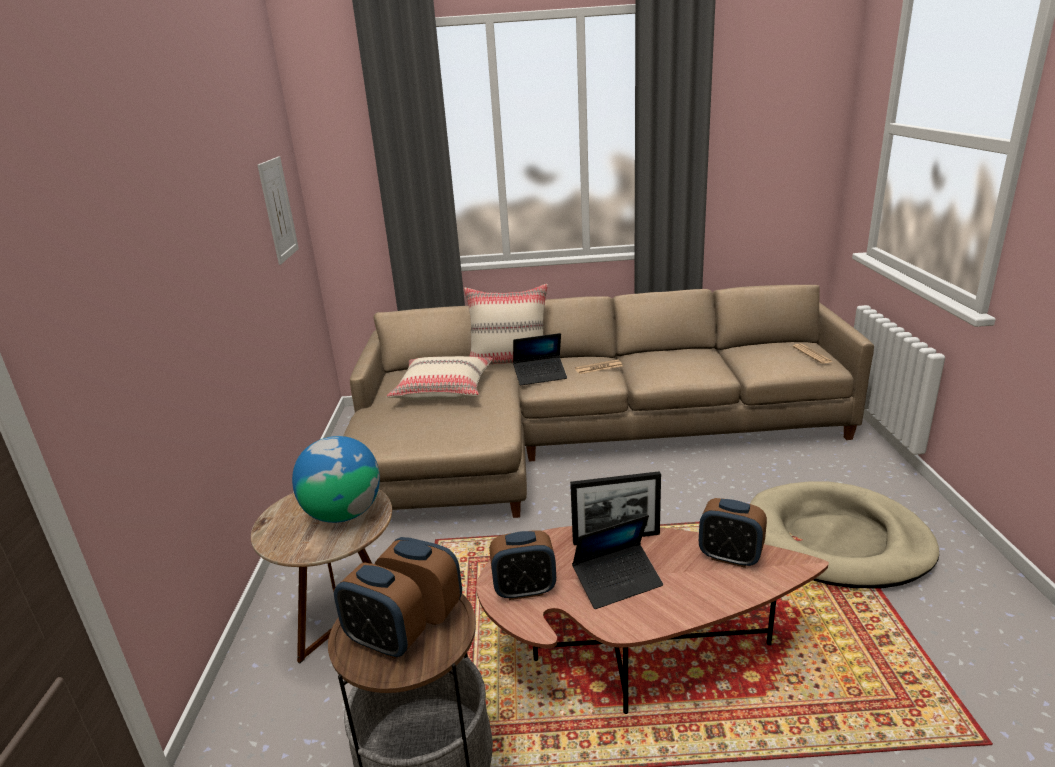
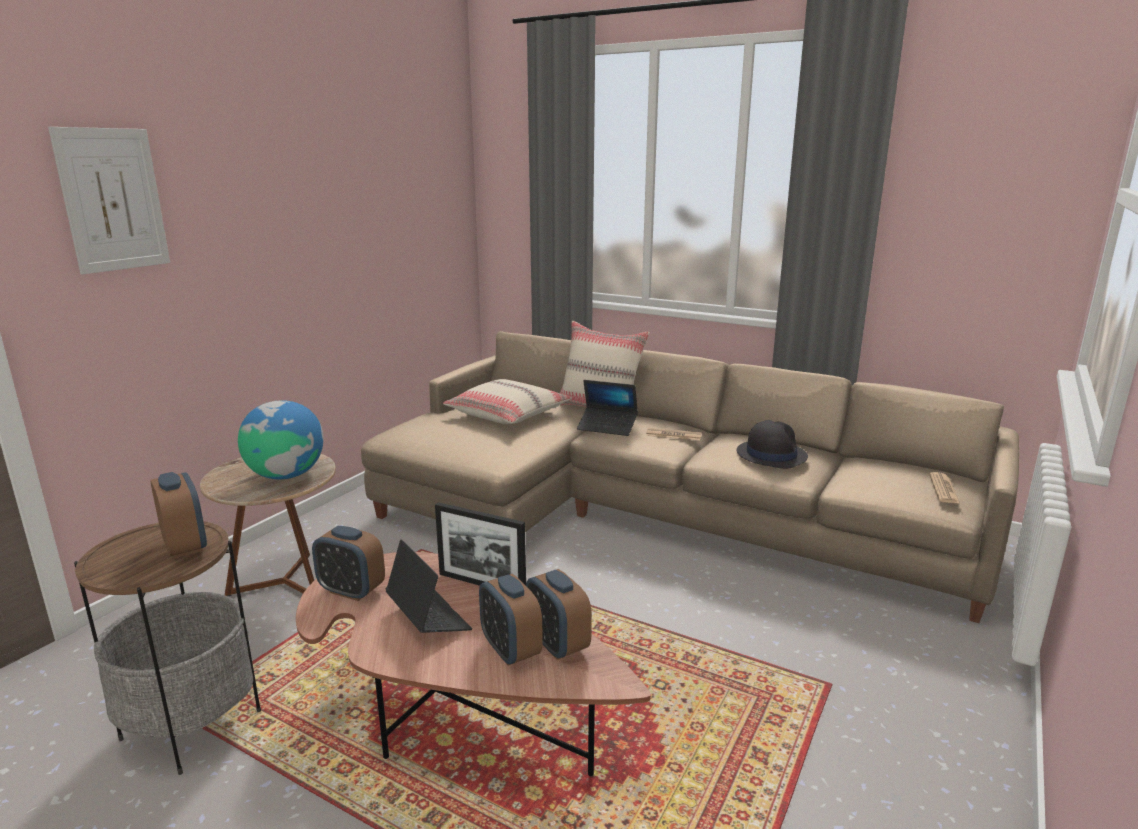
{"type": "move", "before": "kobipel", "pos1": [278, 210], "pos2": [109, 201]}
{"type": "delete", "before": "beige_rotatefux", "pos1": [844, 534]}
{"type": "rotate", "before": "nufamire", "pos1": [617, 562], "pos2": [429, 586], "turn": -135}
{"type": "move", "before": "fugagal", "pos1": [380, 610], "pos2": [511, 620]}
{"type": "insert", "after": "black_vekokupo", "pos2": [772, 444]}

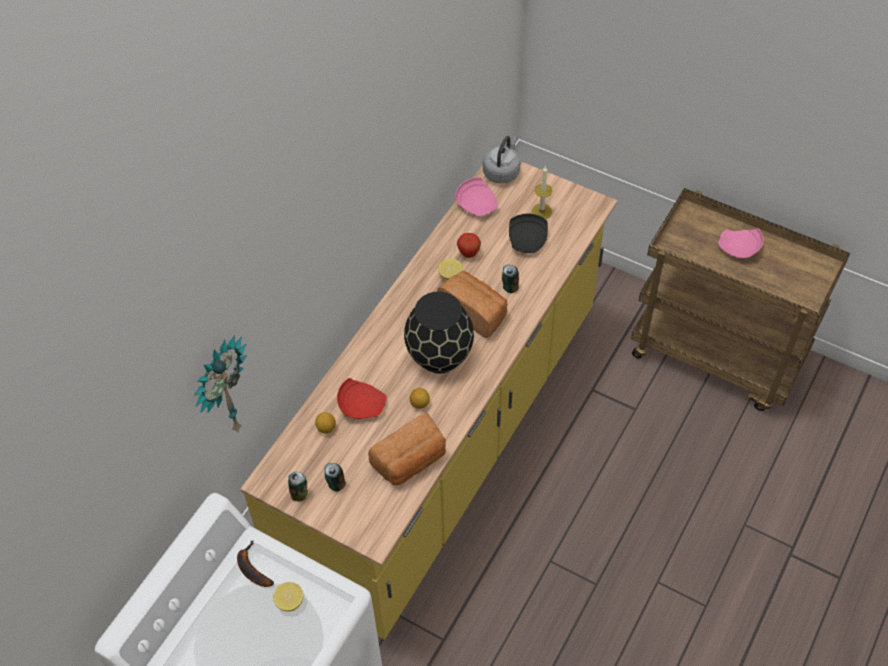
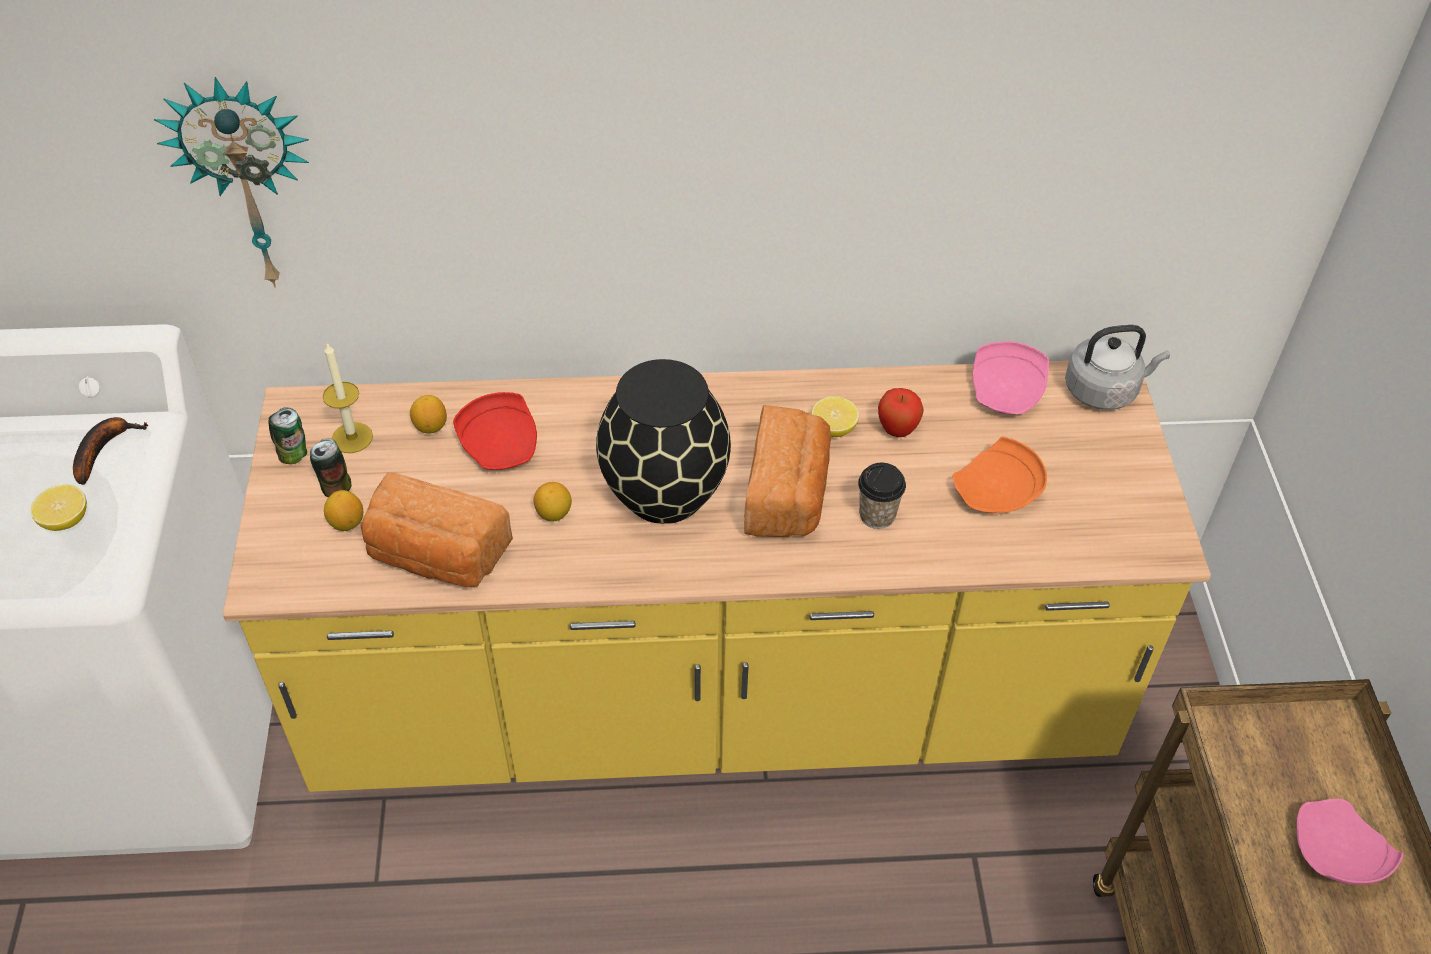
{"type": "move", "before": "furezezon", "pos1": [542, 192], "pos2": [348, 398]}
{"type": "recolor", "before": "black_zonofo", "after": "orange_zonofo", "pos1": [528, 233], "pos2": [1000, 475]}
{"type": "replace", "before": "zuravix", "after": "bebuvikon", "pos1": [510, 278], "pos2": [882, 496]}
{"type": "insert", "after": "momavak", "pos2": [343, 510]}

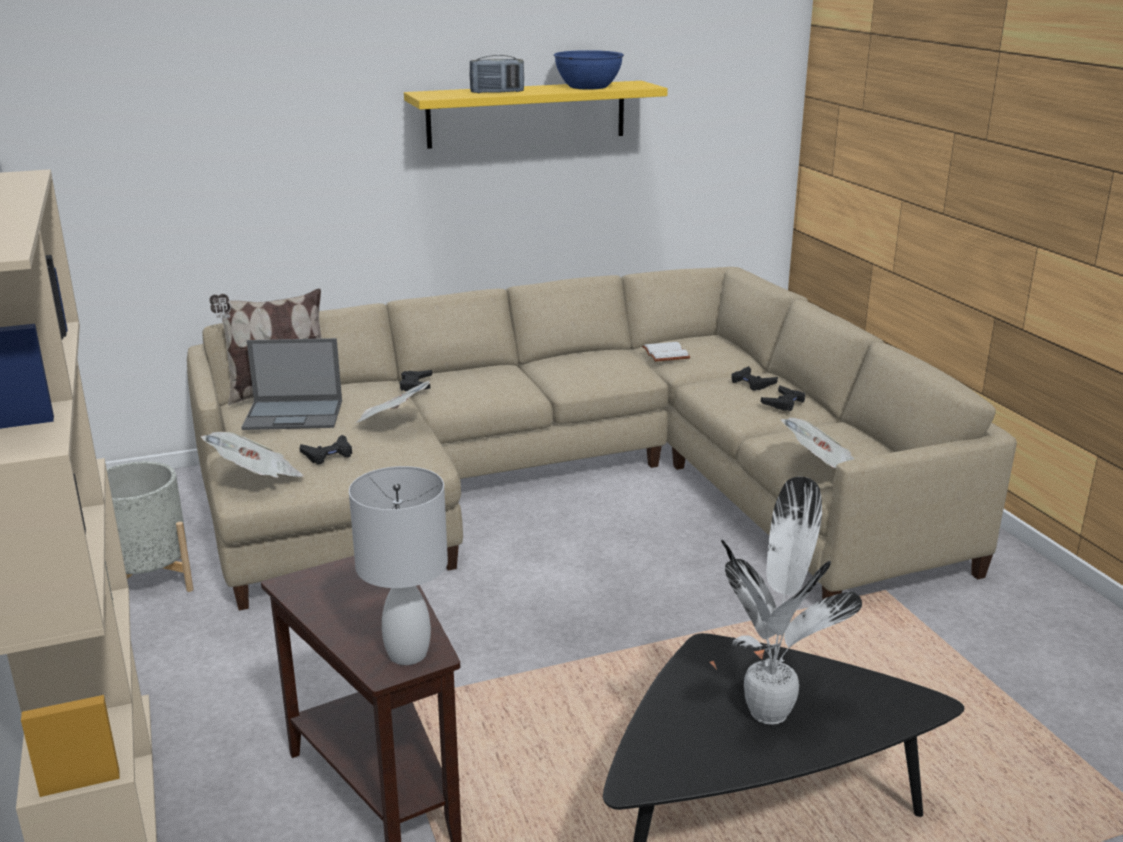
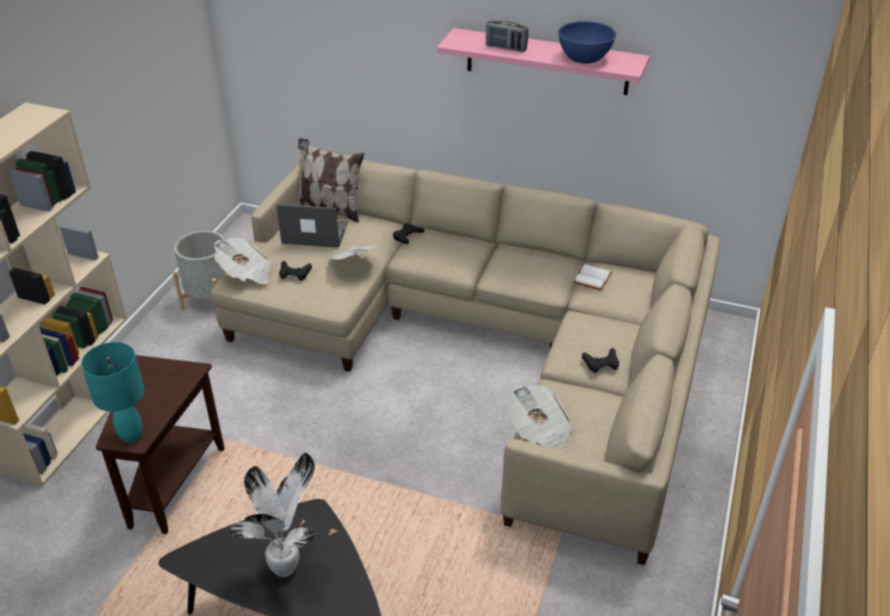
{"type": "recolor", "before": "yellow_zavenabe", "after": "pink_zavenabe", "pos1": [536, 115], "pos2": [543, 61]}
{"type": "rotate", "before": "nufamire", "pos1": [291, 384], "pos2": [312, 225], "turn": 150}
{"type": "delete", "before": "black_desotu", "pos1": [754, 378]}
{"type": "recolor", "before": "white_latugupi", "after": "turquoise_latugupi", "pos1": [398, 565], "pos2": [113, 392]}

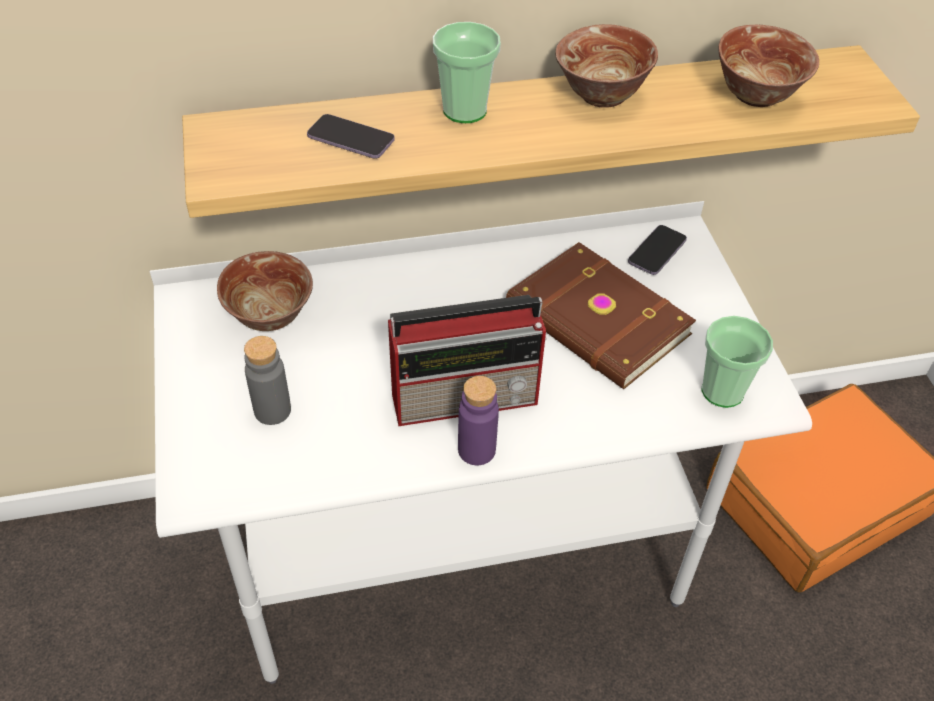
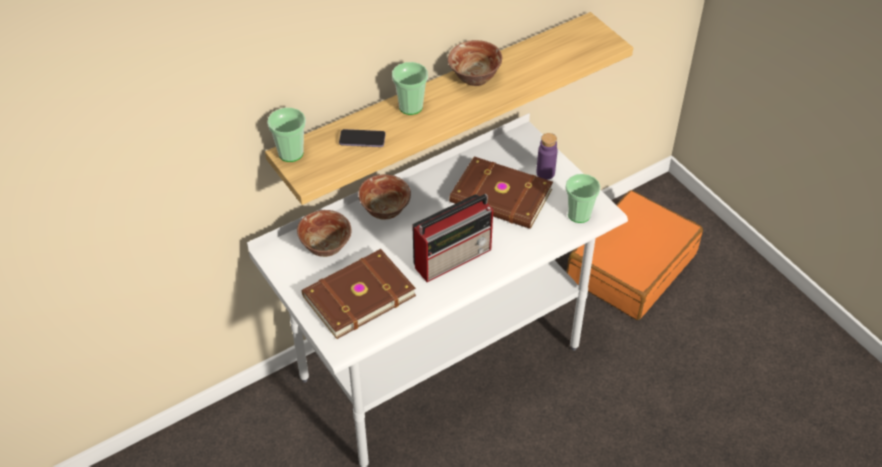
{"type": "move", "before": "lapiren", "pos1": [768, 65], "pos2": [384, 197]}
{"type": "delete", "before": "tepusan", "pos1": [657, 250]}
{"type": "replace", "before": "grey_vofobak", "after": "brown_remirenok", "pos1": [267, 380], "pos2": [359, 294]}
{"type": "move", "before": "purple_vofobak", "pos1": [478, 420], "pos2": [547, 156]}
{"type": "insert", "after": "bebuvikon", "pos2": [286, 135]}

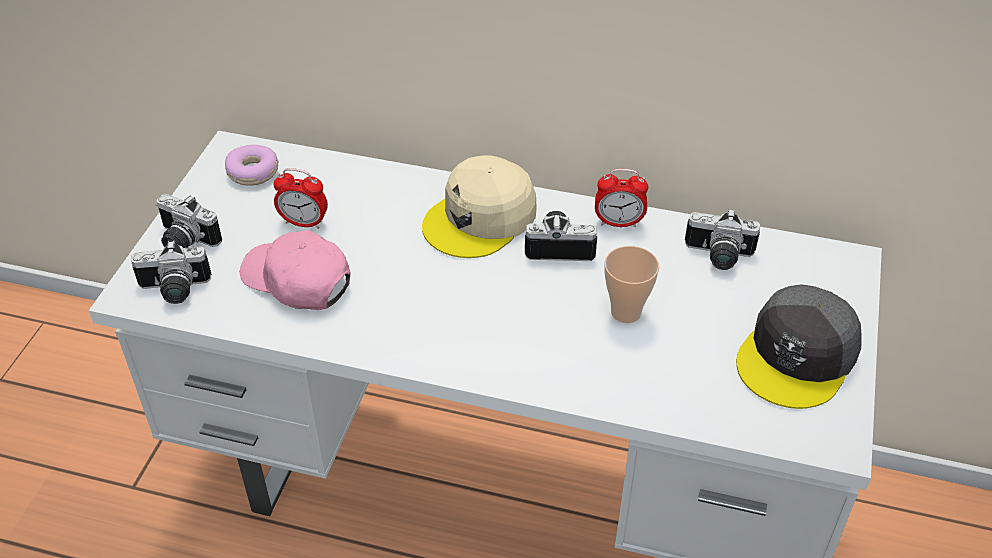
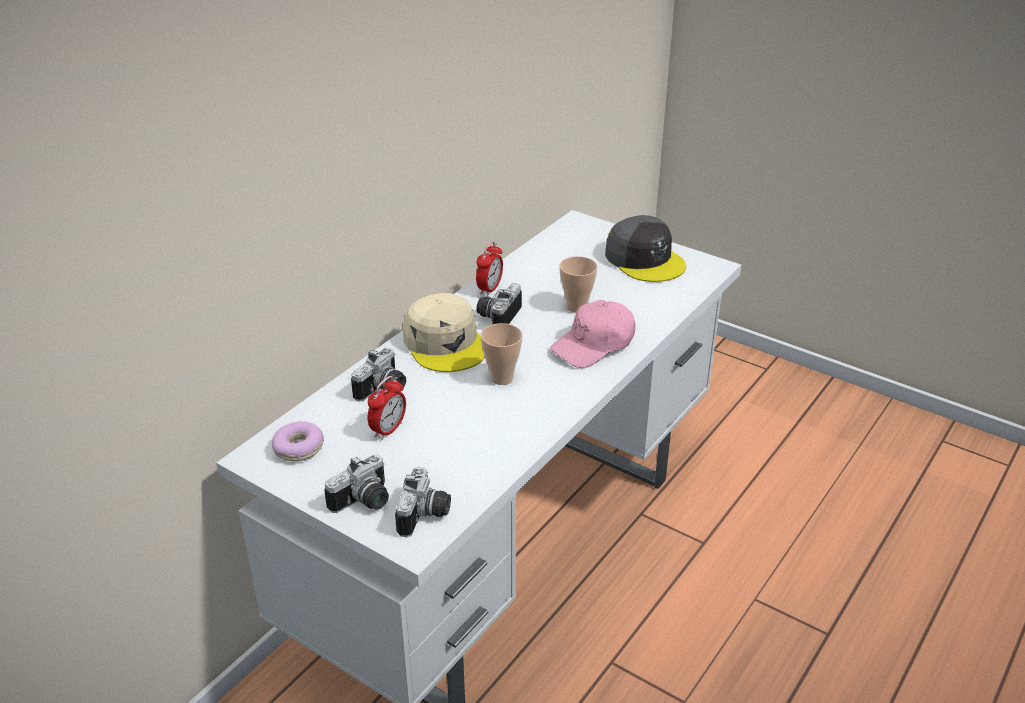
{"type": "move", "before": "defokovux", "pos1": [722, 239], "pos2": [378, 374]}
{"type": "move", "before": "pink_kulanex", "pos1": [295, 270], "pos2": [593, 334]}
{"type": "insert", "after": "bebuvikon", "pos2": [502, 354]}

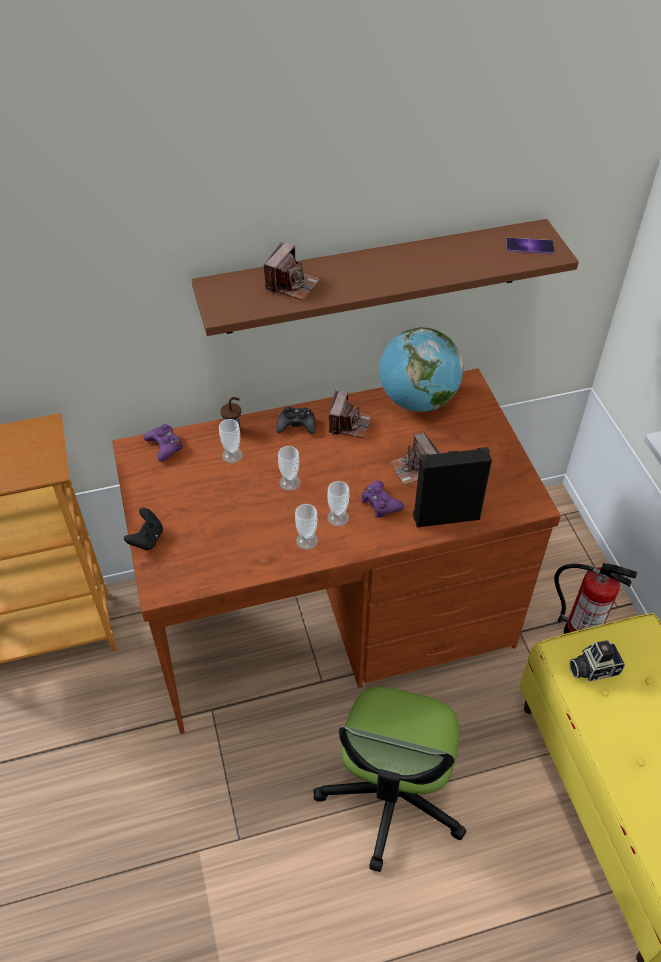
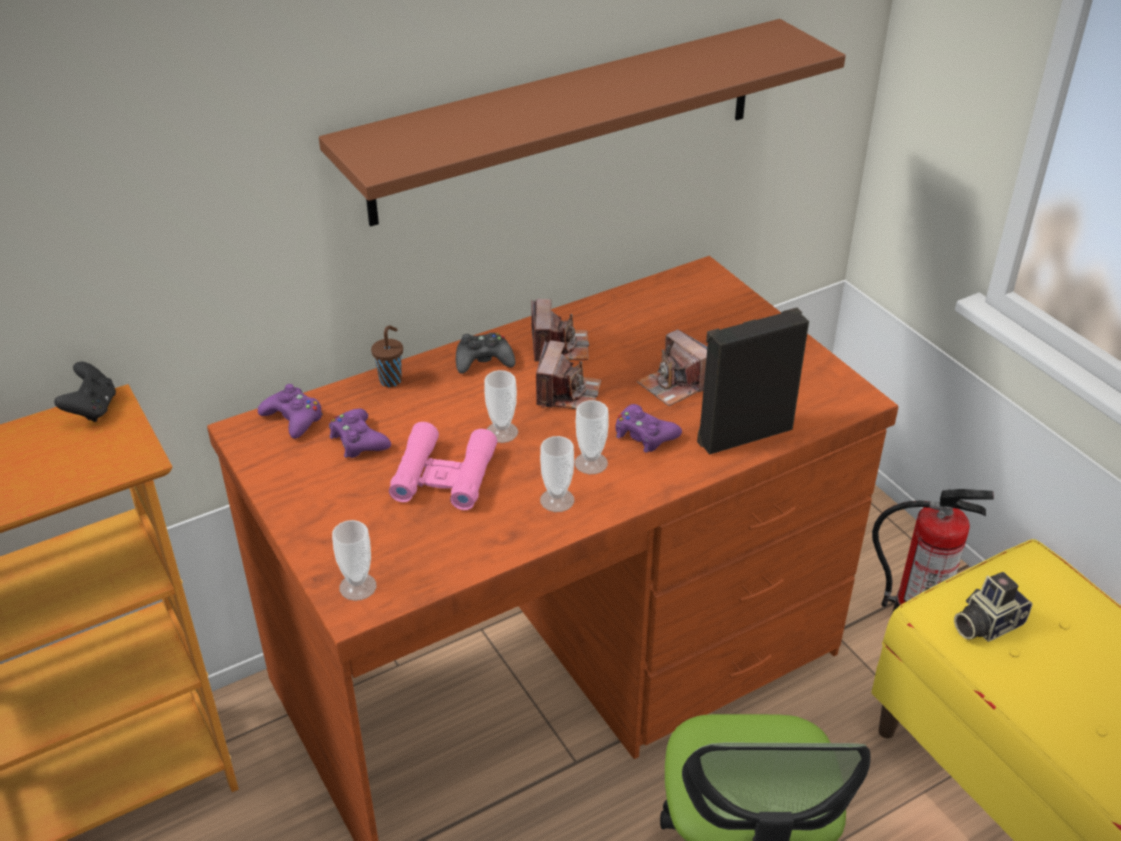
{"type": "delete", "before": "tepusan", "pos1": [530, 246]}
{"type": "move", "before": "defokovux", "pos1": [292, 271], "pos2": [568, 374]}
{"type": "delete", "before": "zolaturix", "pos1": [421, 369]}
{"type": "move", "before": "bebuvikon", "pos1": [231, 441], "pos2": [354, 560]}
{"type": "move", "before": "black_desotu", "pos1": [143, 529], "pos2": [85, 392]}
{"type": "insert", "after": "purple_desotu", "pos2": [360, 433]}
{"type": "insert", "after": "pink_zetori", "pos2": [443, 466]}

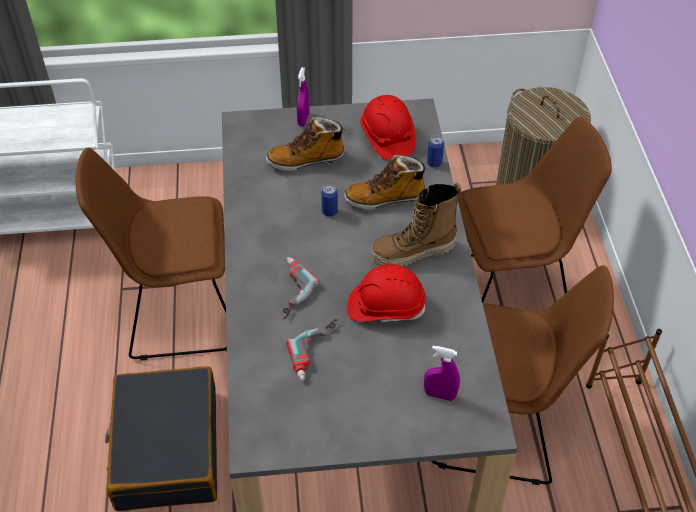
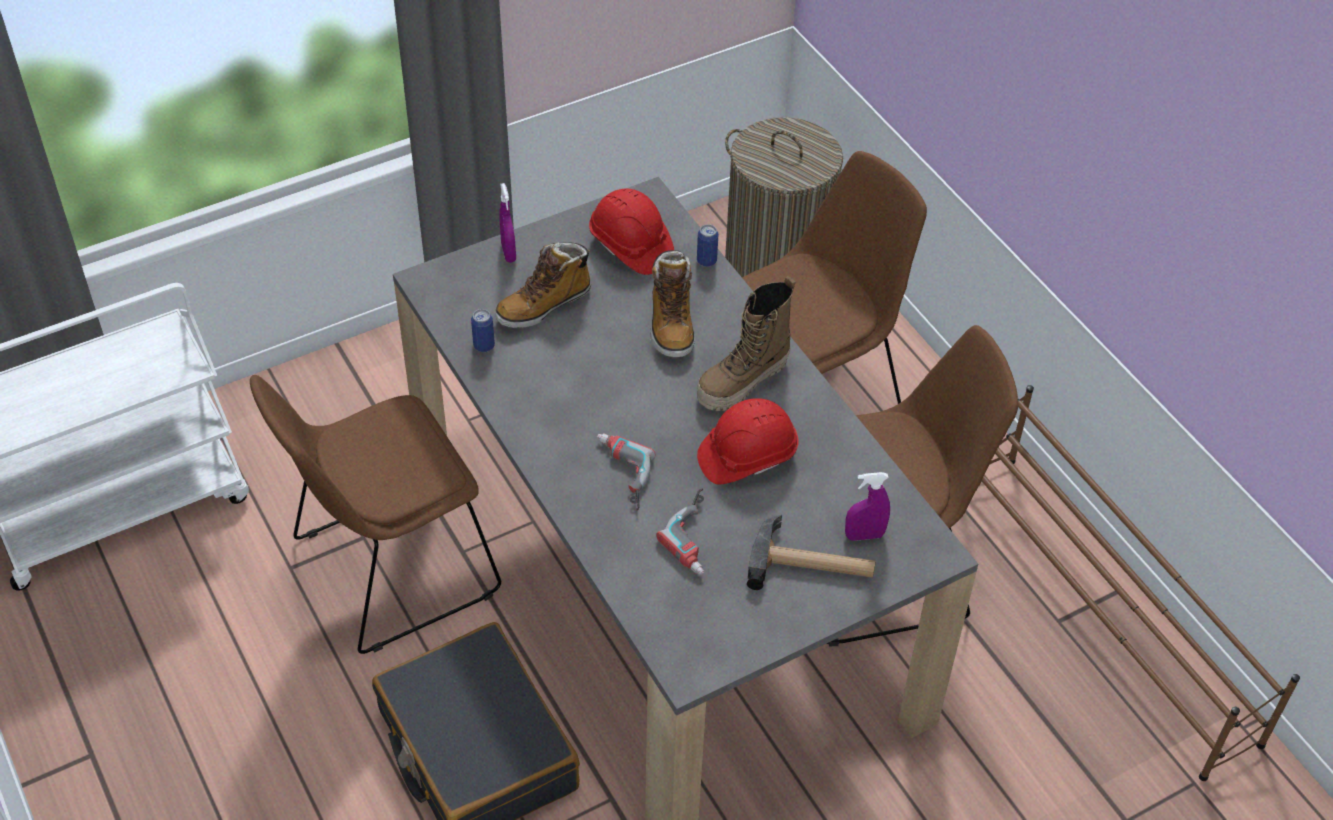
{"type": "rotate", "before": "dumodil", "pos1": [386, 182], "pos2": [672, 303], "turn": -60}
{"type": "move", "before": "zuravix", "pos1": [329, 200], "pos2": [483, 330]}
{"type": "insert", "after": "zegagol", "pos2": [811, 552]}

